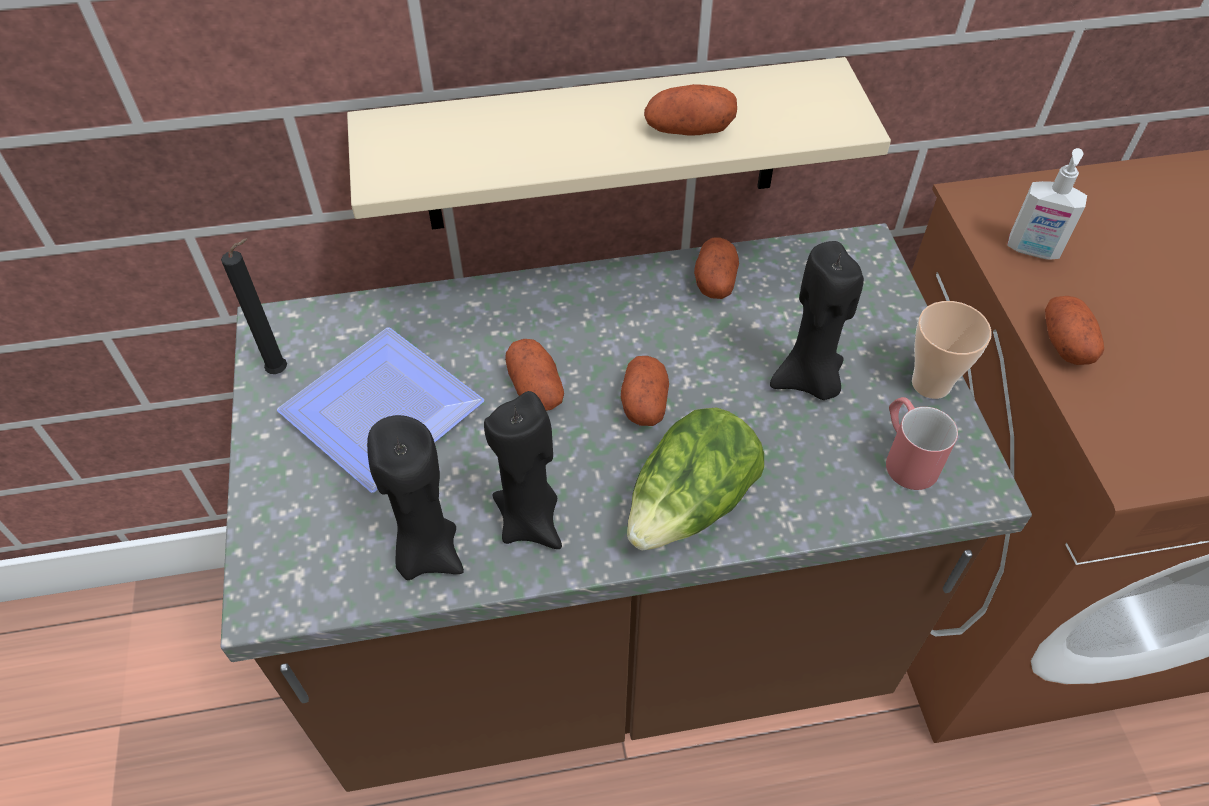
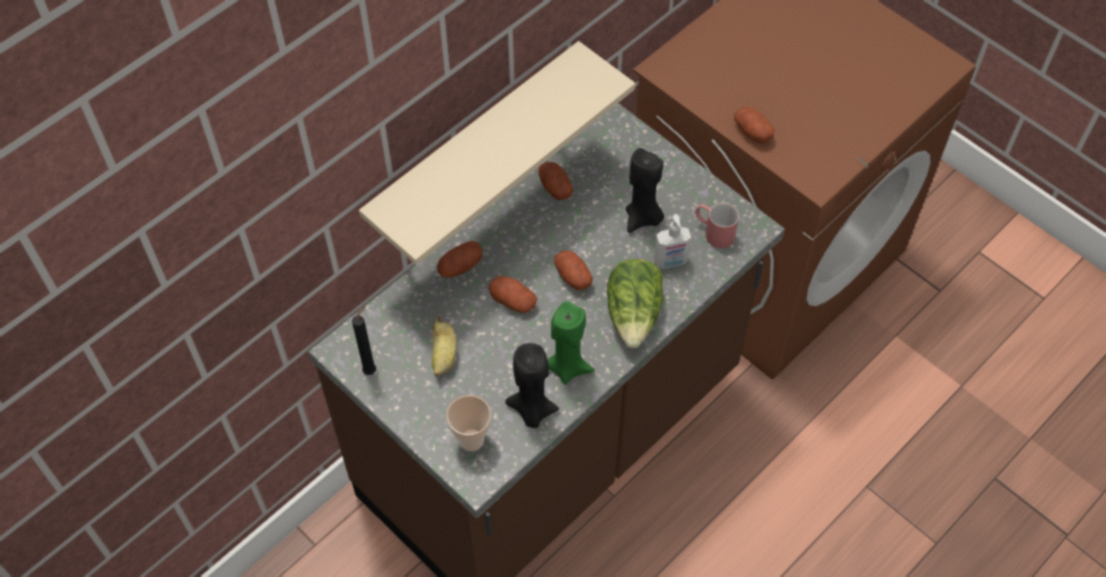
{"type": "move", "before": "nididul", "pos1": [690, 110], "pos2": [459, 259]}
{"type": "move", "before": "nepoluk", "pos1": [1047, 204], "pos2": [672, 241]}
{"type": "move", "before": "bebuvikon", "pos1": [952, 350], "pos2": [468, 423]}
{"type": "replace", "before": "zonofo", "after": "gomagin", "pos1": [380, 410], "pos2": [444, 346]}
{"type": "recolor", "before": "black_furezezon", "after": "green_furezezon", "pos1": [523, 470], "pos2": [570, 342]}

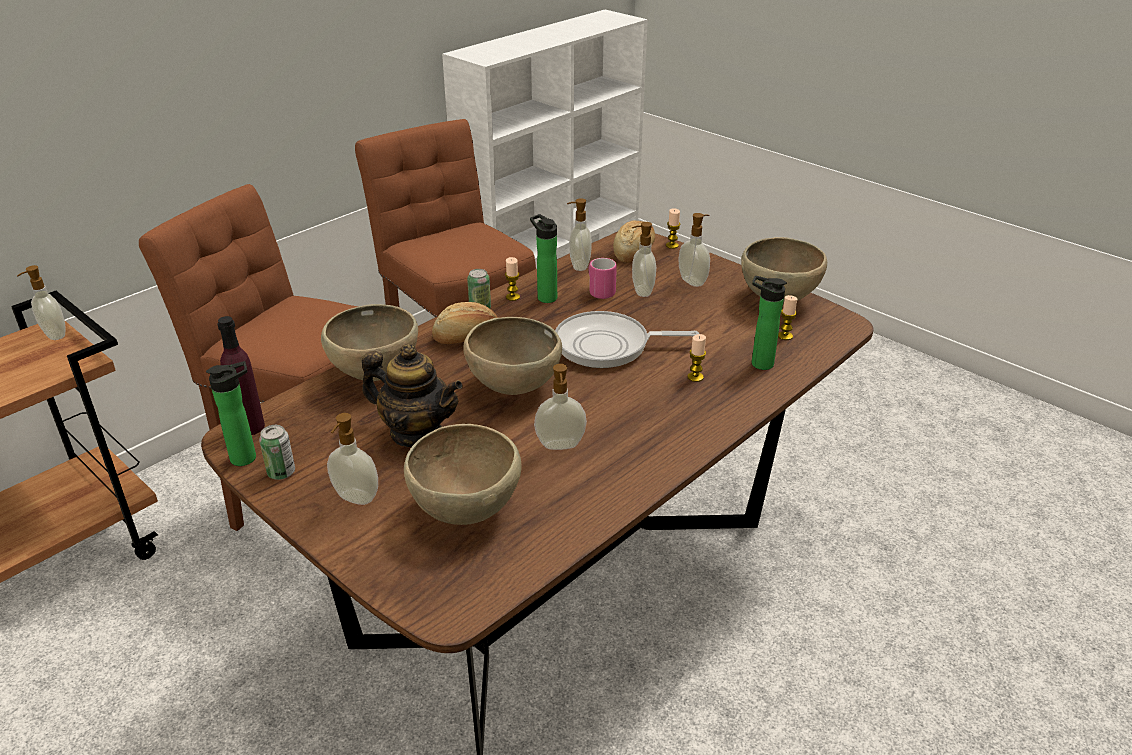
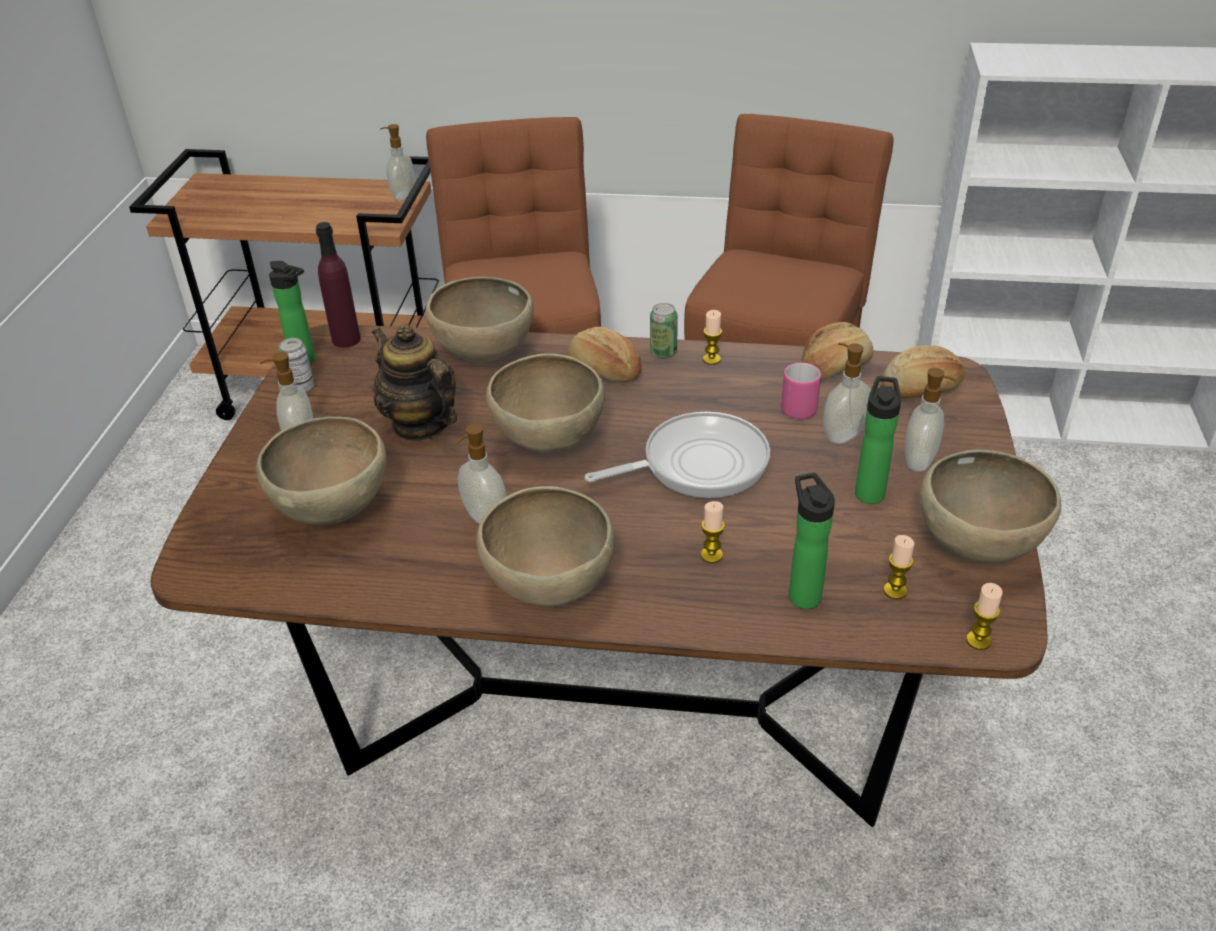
{"type": "replace", "before": "nepoluk", "after": "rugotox", "pos1": [579, 234], "pos2": [837, 351]}
{"type": "move", "before": "furezezon", "pos1": [673, 228], "pos2": [984, 616]}
{"type": "move", "before": "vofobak", "pos1": [543, 258], "pos2": [878, 440]}
{"type": "rotate", "before": "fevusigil", "pos1": [627, 339], "pos2": [677, 455], "turn": 105}
{"type": "rotate", "before": "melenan", "pos1": [412, 395], "pos2": [414, 383], "turn": 150}
{"type": "insert", "after": "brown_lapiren", "pos2": [545, 546]}

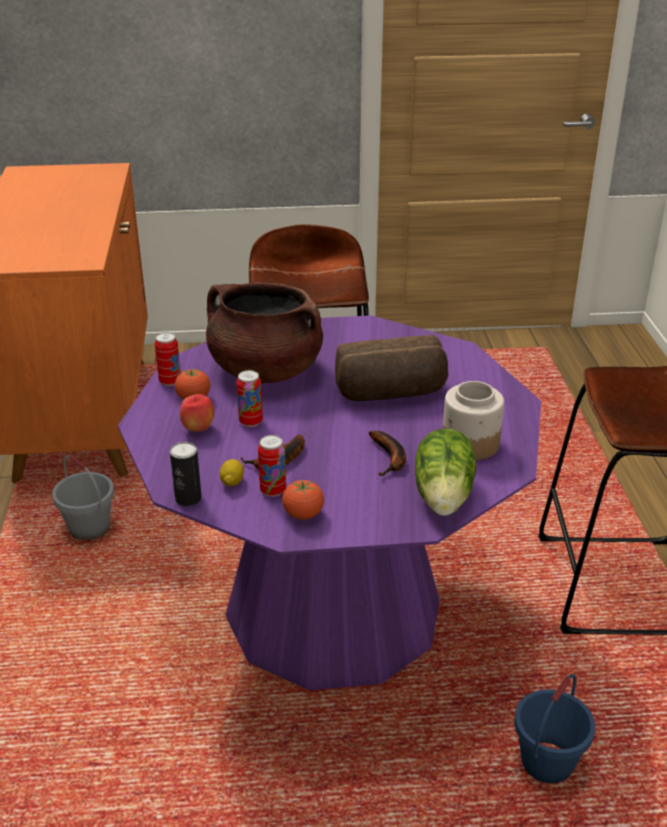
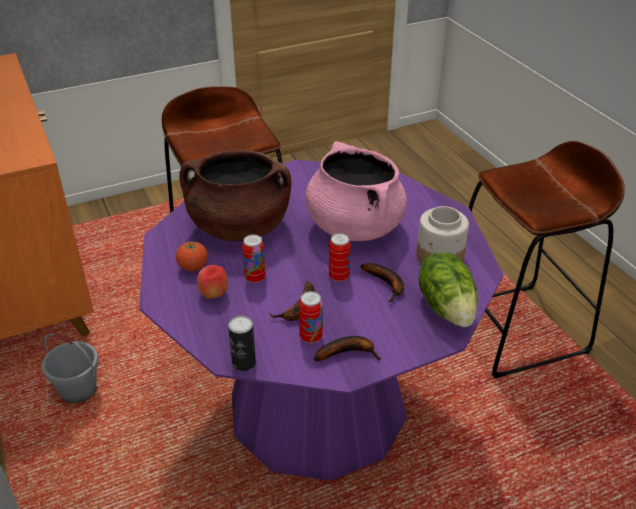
{"type": "move", "before": "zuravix", "pos1": [168, 359], "pos2": [340, 257]}
{"type": "replace", "before": "rugotox", "after": "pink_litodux", "pos1": [391, 368], "pos2": [356, 191]}
{"type": "delete", "before": "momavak", "pos1": [232, 472]}
{"type": "replace", "before": "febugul", "after": "gomagin", "pos1": [303, 499], "pos2": [347, 348]}
{"type": "delete", "before": "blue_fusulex", "pos1": [554, 728]}

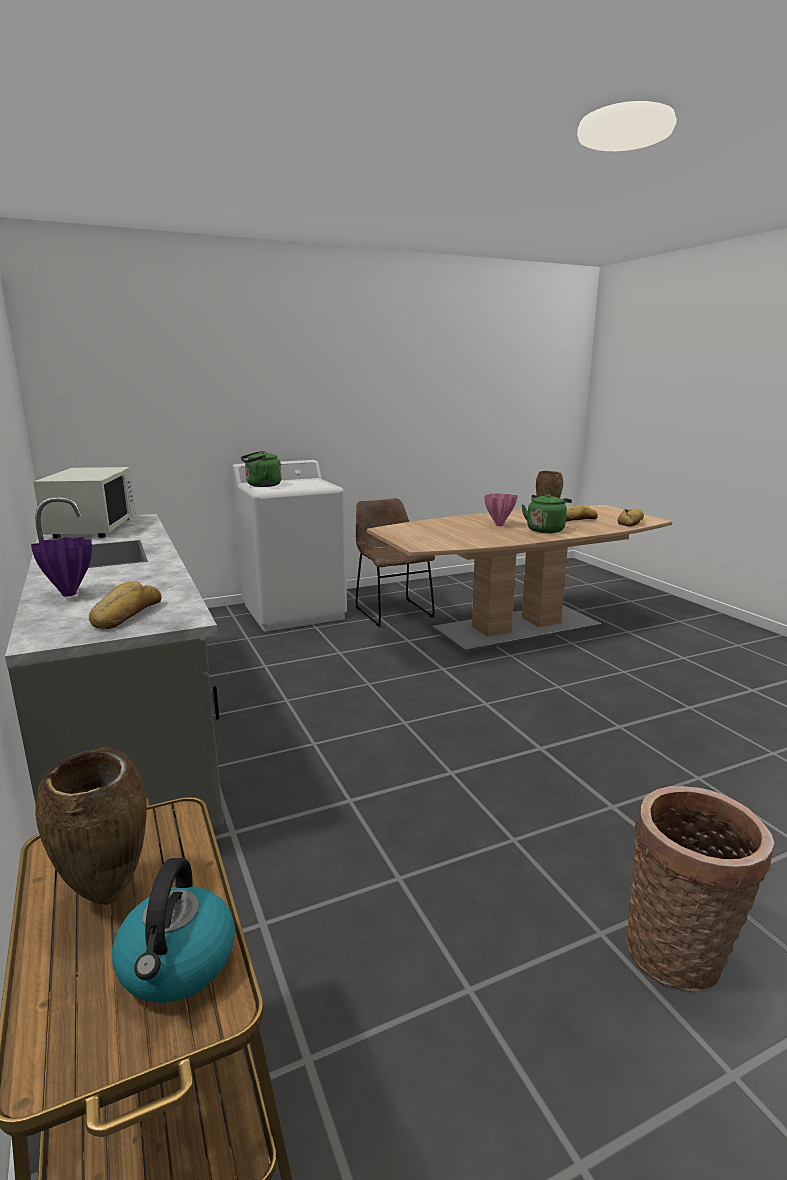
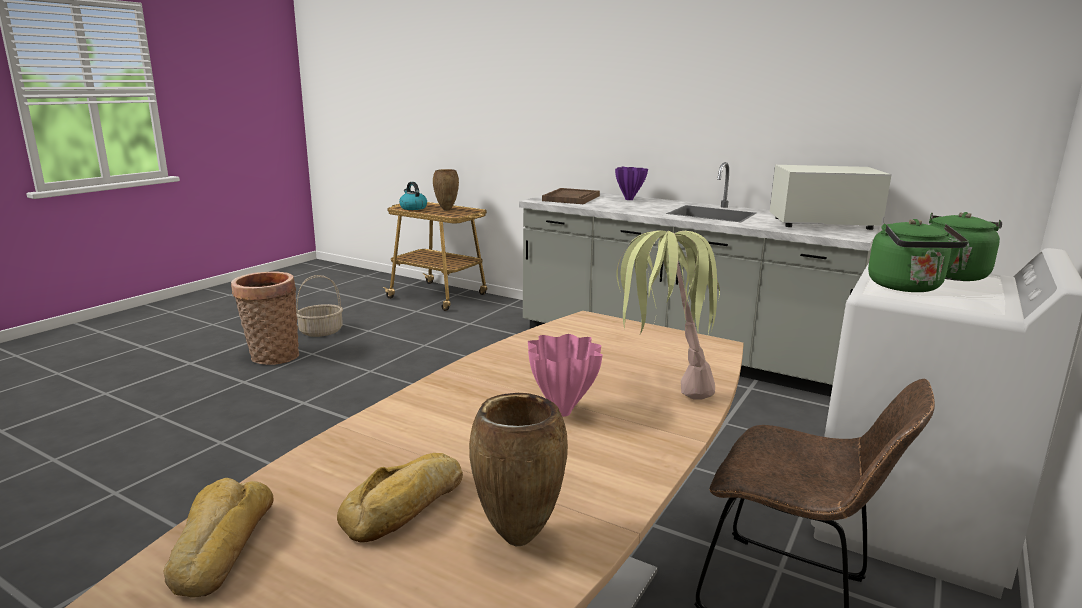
{"type": "rotate", "before": "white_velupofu", "pos1": [84, 503], "pos2": [830, 197], "turn": 135}
{"type": "move", "before": "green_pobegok", "pos1": [546, 513], "pos2": [918, 255]}
{"type": "replace", "before": "rugotox", "after": "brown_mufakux", "pos1": [125, 605], "pos2": [571, 196]}
{"type": "insert", "after": "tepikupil", "pos2": [668, 315]}
{"type": "insert", "after": "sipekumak", "pos2": [319, 306]}

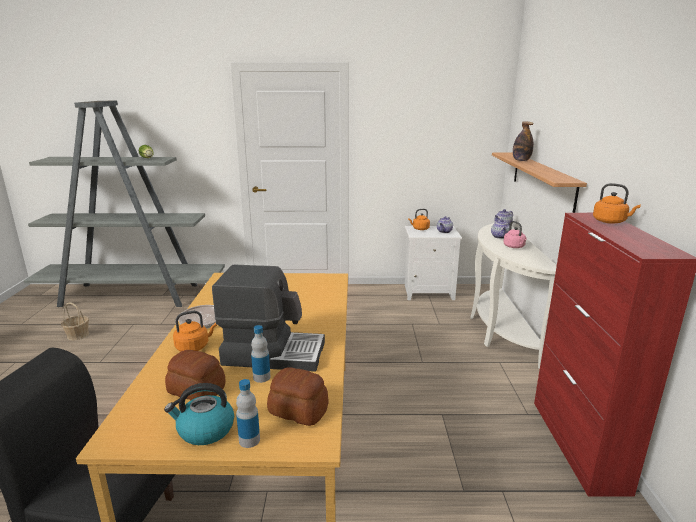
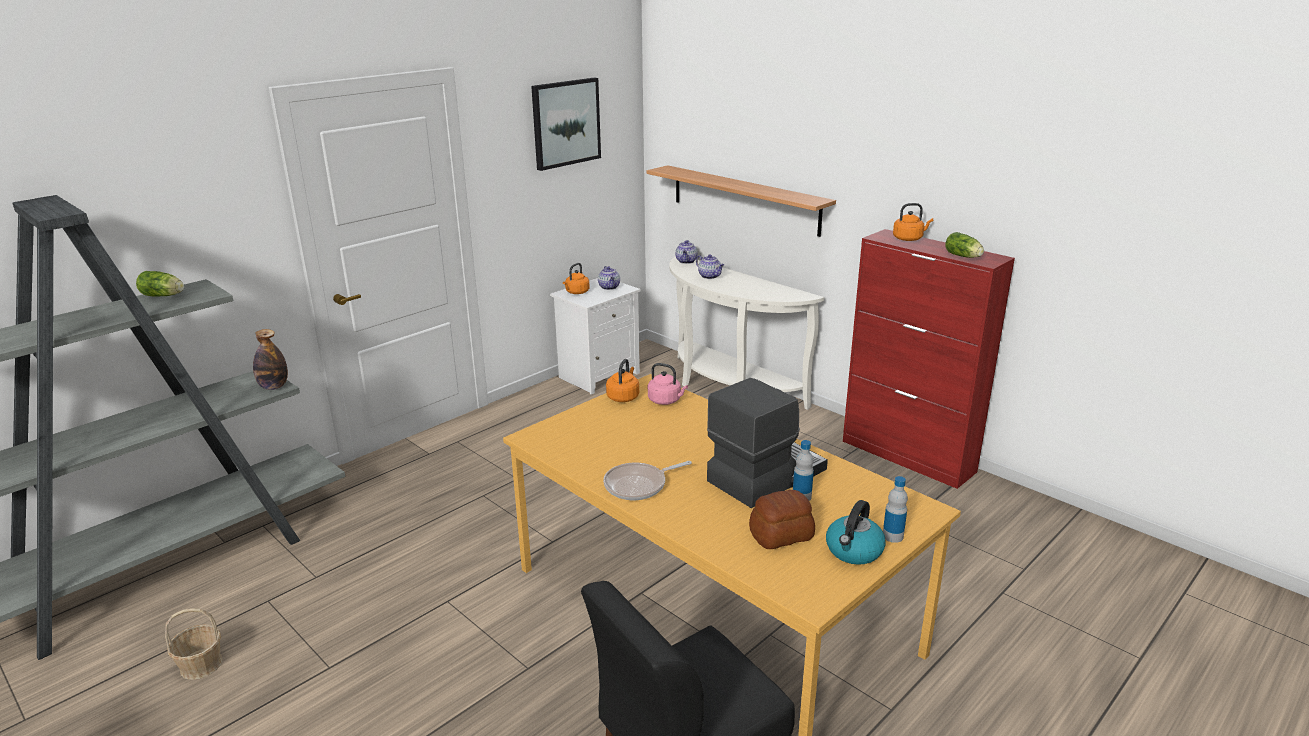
{"type": "move", "before": "vofobak", "pos1": [523, 141], "pos2": [270, 359]}
{"type": "move", "before": "pink_pobegok", "pos1": [515, 234], "pos2": [668, 384]}
{"type": "move", "before": "orange_pobegok", "pos1": [195, 331], "pos2": [622, 380]}
{"type": "delete", "before": "rugotox", "pos1": [298, 396]}
{"type": "insert", "after": "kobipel", "pos2": [566, 124]}
{"type": "insert", "after": "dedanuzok", "pos2": [964, 245]}

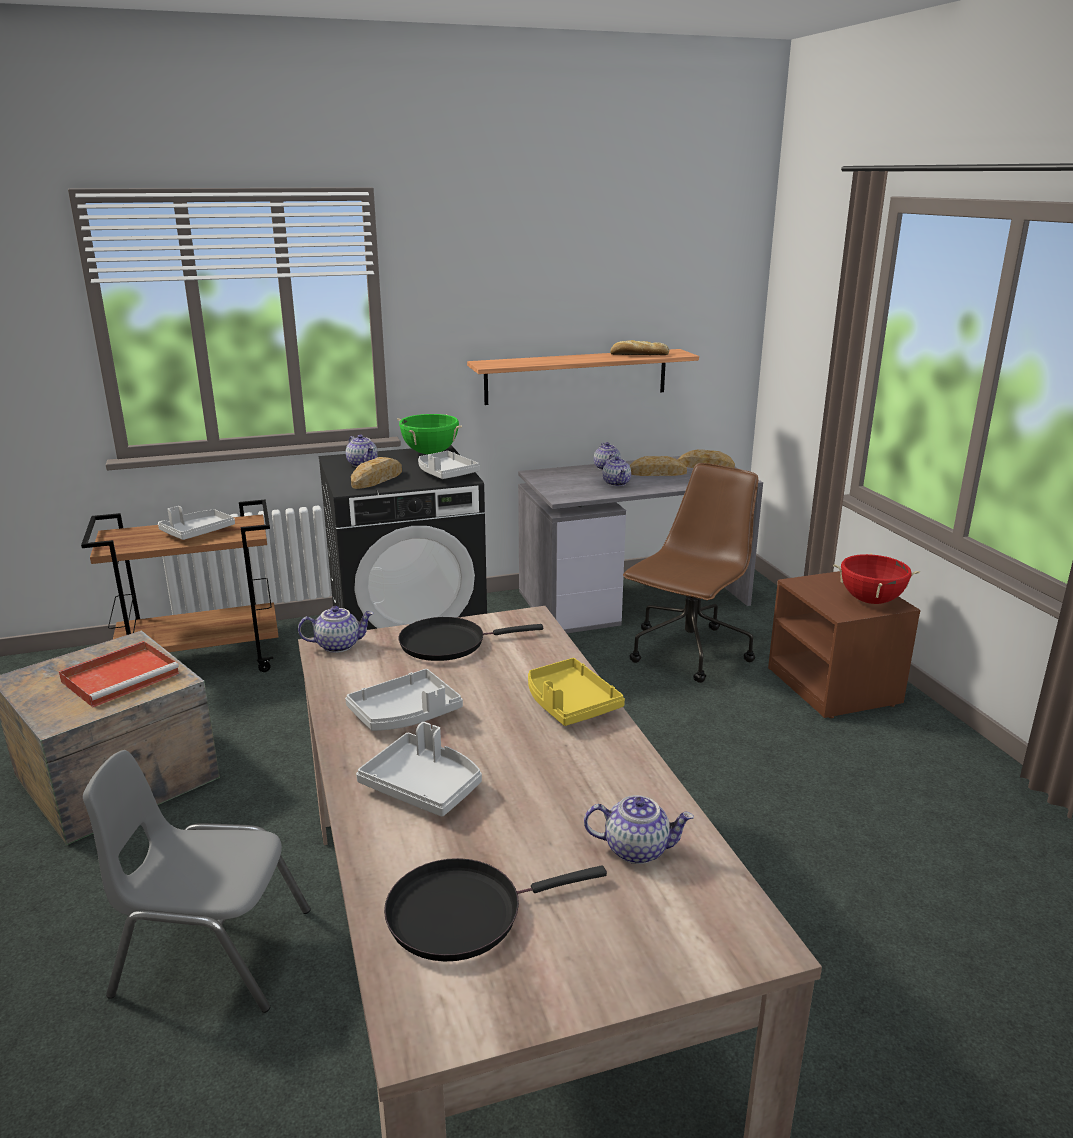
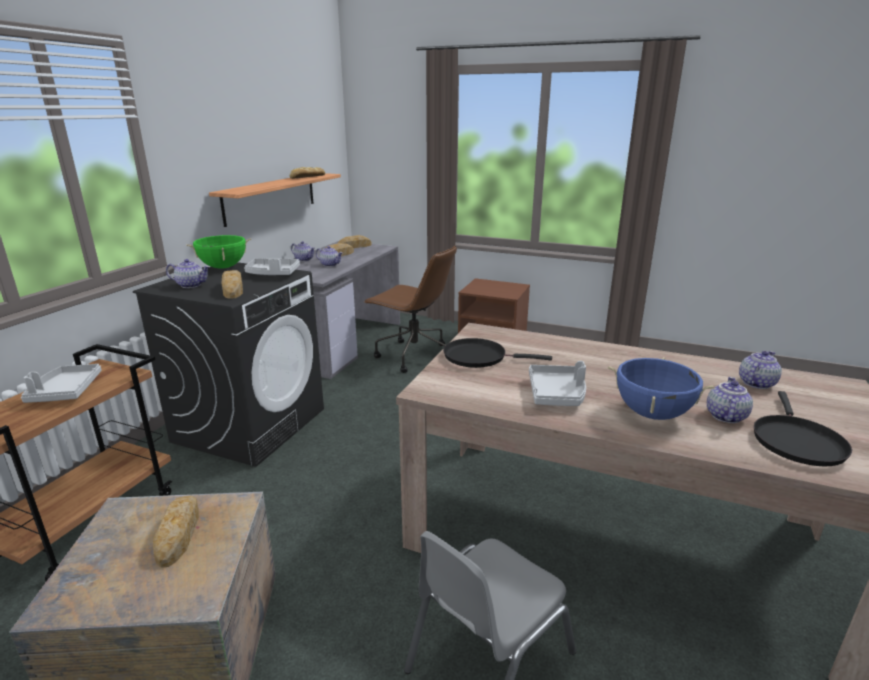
{"type": "rotate", "before": "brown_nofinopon", "pos1": [690, 573], "pos2": [410, 309], "turn": 135}
{"type": "delete", "before": "red_litodux", "pos1": [876, 578]}
{"type": "move", "before": "melenan", "pos1": [336, 629], "pos2": [730, 400]}
{"type": "rotate", "before": "black_fevusigil", "pos1": [470, 639], "pos2": [497, 353], "turn": 75}
{"type": "replace", "before": "red_mufakux", "after": "rugotox", "pos1": [119, 674], "pos2": [176, 532]}
{"type": "delete", "before": "yellow_mufakux", "pos1": [576, 692]}
{"type": "replace", "before": "grey_mufakux", "after": "blue_litodux", "pos1": [419, 769], "pos2": [661, 388]}

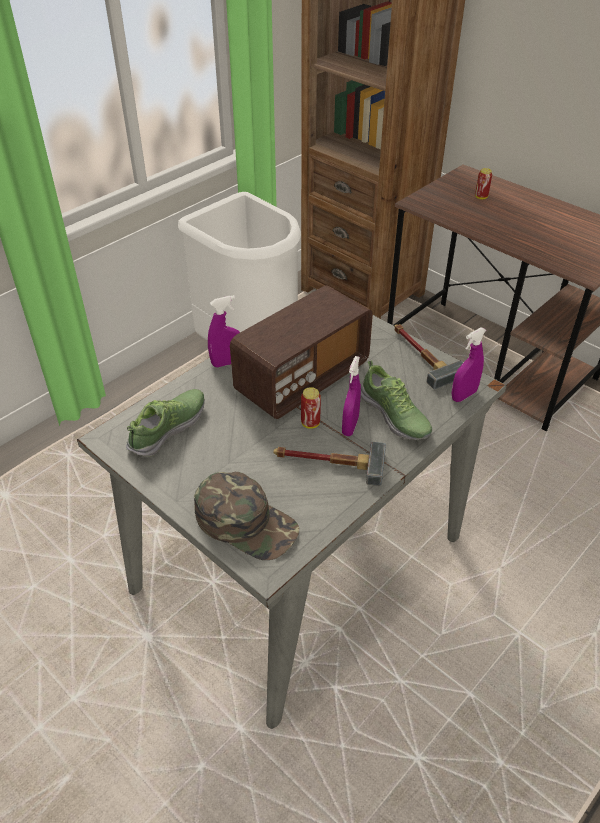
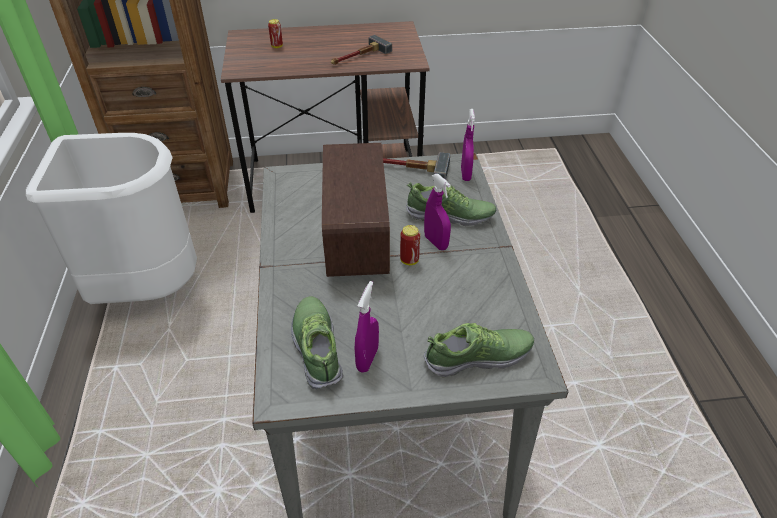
{"type": "move", "before": "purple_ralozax", "pos1": [224, 331], "pos2": [367, 327]}
{"type": "move", "before": "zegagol", "pos1": [329, 464], "pos2": [361, 50]}
{"type": "replace", "before": "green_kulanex", "after": "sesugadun", "pos1": [246, 516], "pos2": [479, 350]}

